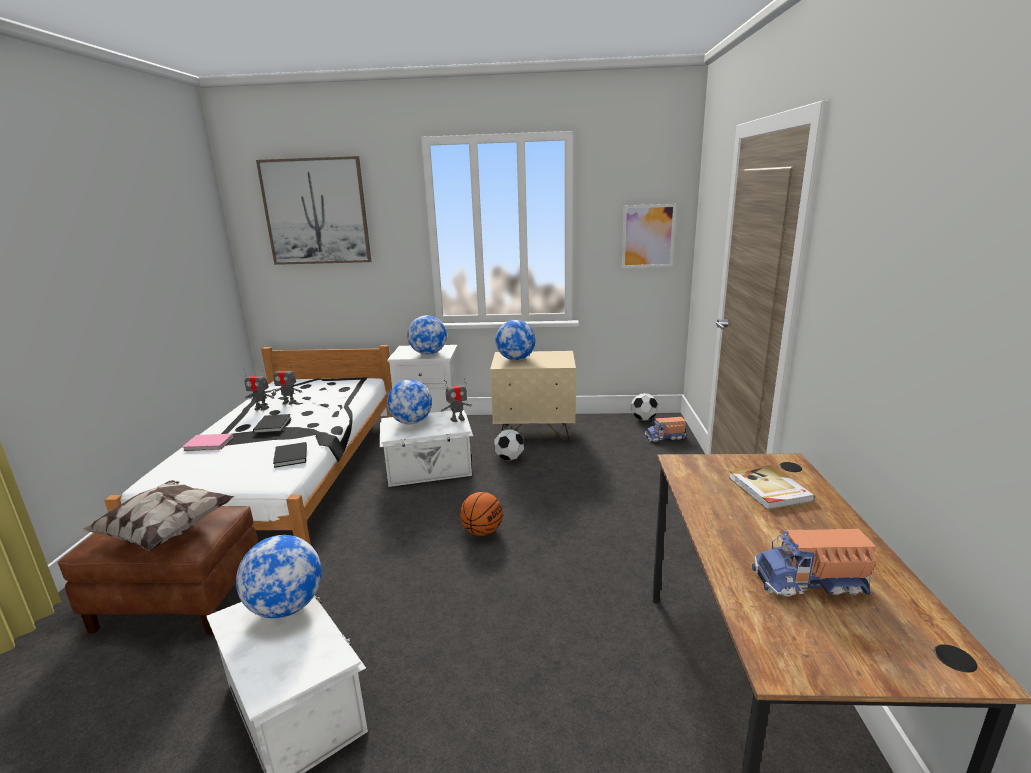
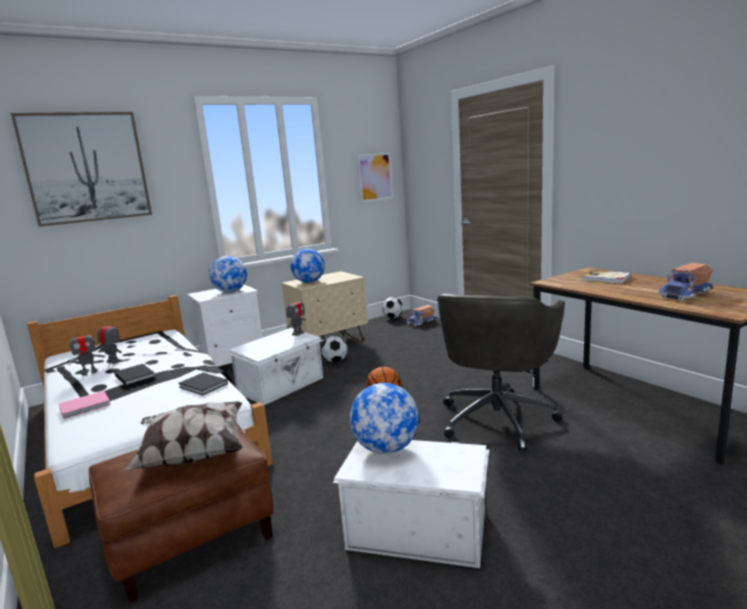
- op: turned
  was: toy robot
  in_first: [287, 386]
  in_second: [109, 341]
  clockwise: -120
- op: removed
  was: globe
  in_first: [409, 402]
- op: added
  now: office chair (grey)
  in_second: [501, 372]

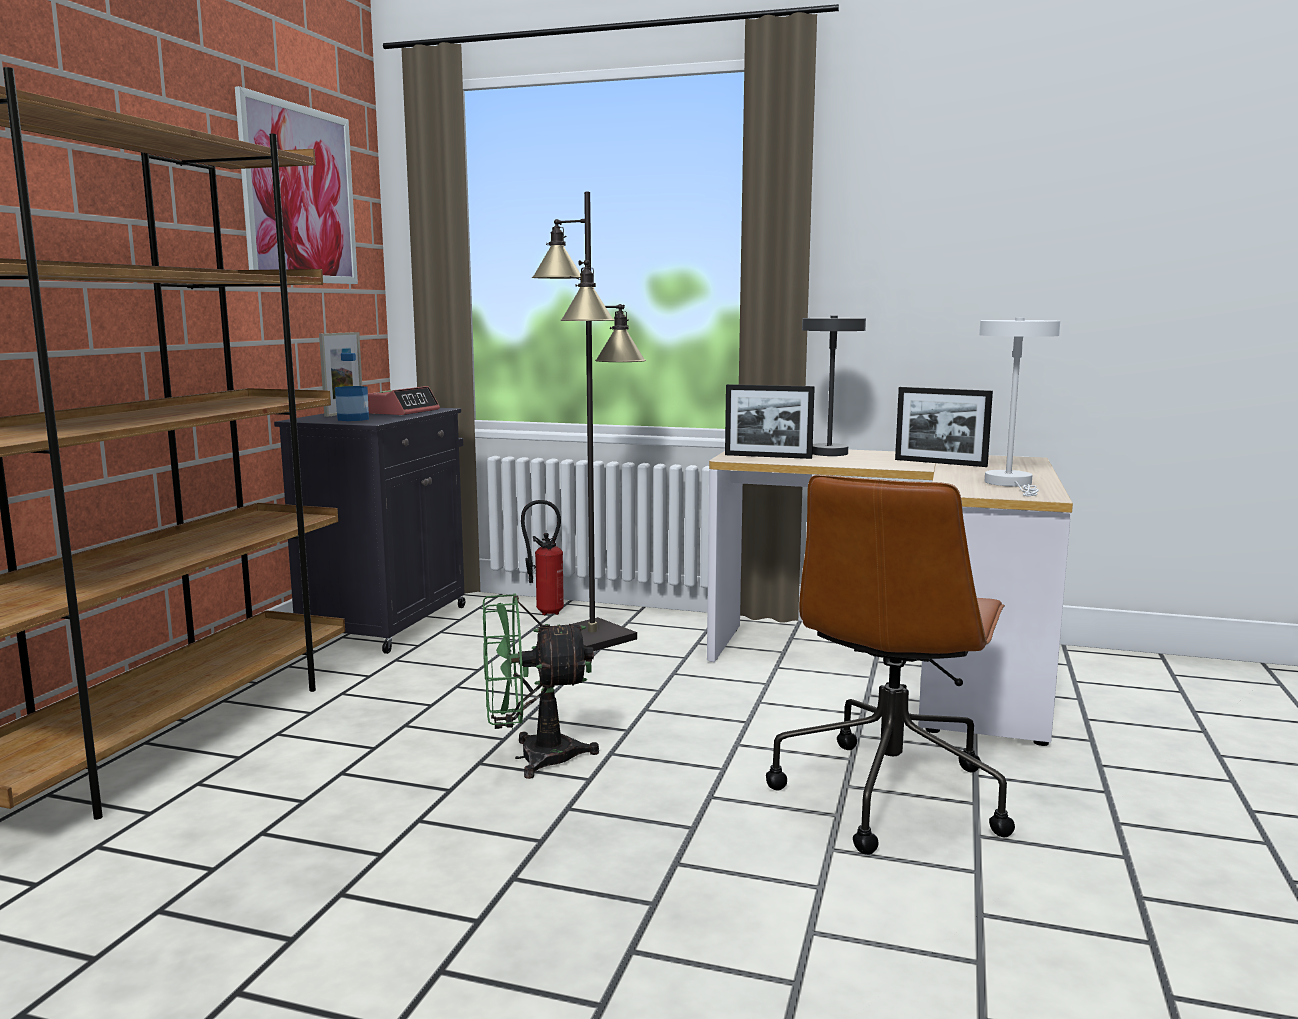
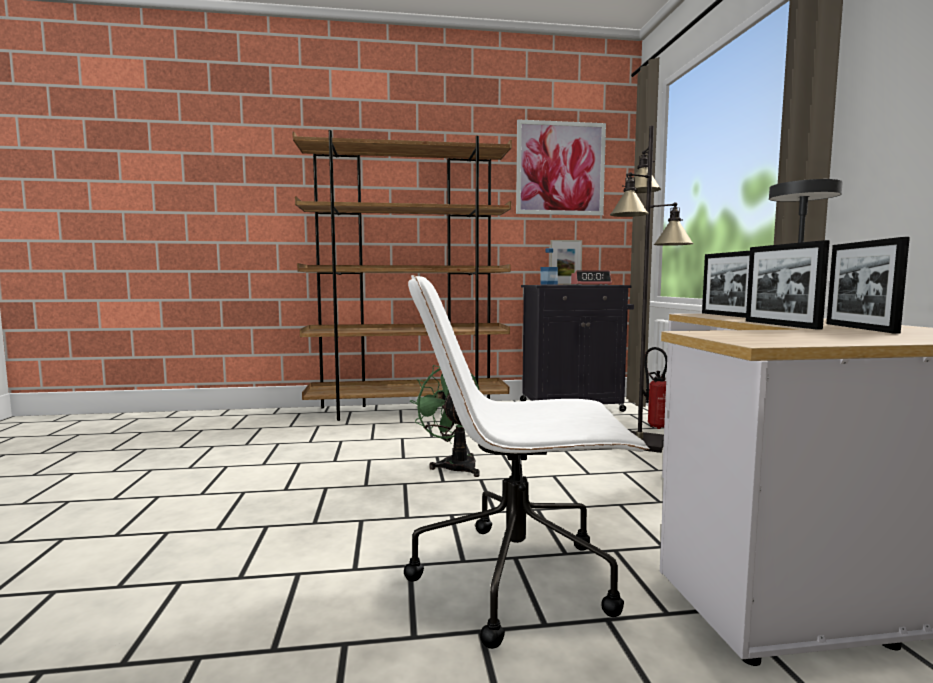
- op: recoloured
  was: office chair (brown)
  now: office chair (white)
  in_first: [890, 665]
  in_second: [527, 462]
- op: removed
  was: table lamp (white)
  in_first: [1019, 407]
- op: added
  now: picture frame
  in_second: [788, 285]

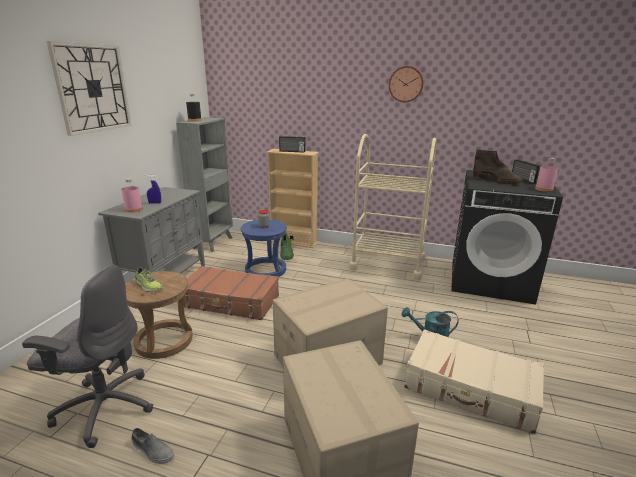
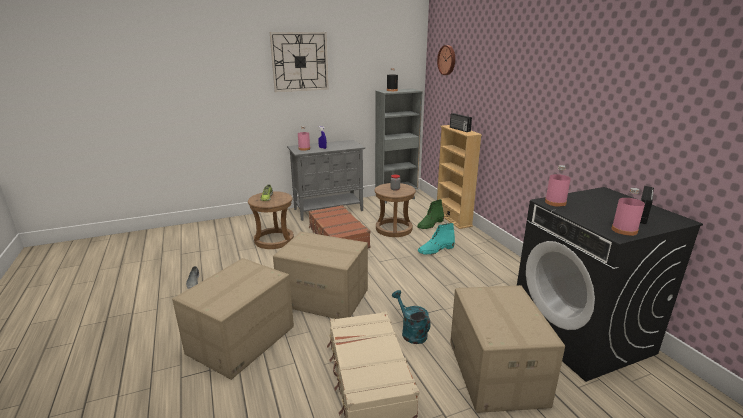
- op: removed
  was: office chair (grey)
  in_first: [87, 356]
- op: recoloured
  was: stool (blue)
  now: stool (brown)
  in_first: [264, 248]
  in_second: [395, 210]
- op: removed
  was: cart (beige)
  in_first: [392, 207]
- op: moved
  was: wall clock
  in_first: [406, 84]
  in_second: [446, 60]
- op: removed
  was: boot (brown)
  in_first: [498, 166]
- op: added
  now: boot (turquoise)
  in_second: [436, 238]
- op: added
  now: cardboard box
  in_second: [507, 349]
- op: added
  now: bottle (pink)
  in_second: [558, 186]

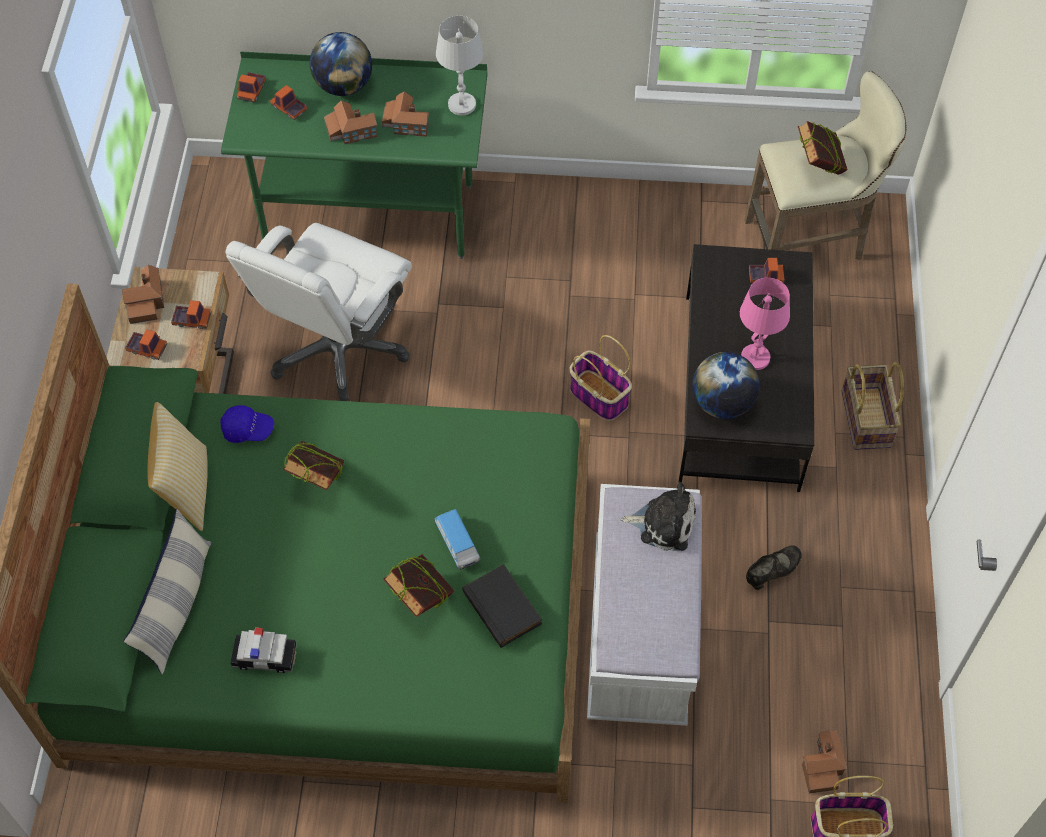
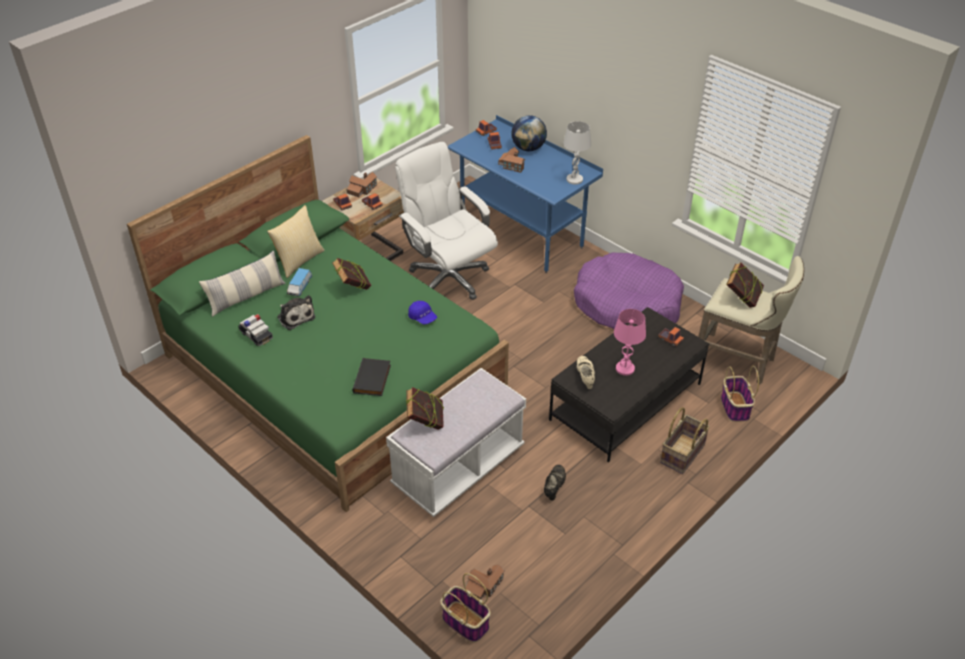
- op: recoloured
  was: desk (green)
  now: desk (blue)
  in_first: [354, 155]
  in_second: [525, 194]
- op: moved
  was: cap (blue)
  in_first: [247, 424]
  in_second: [422, 313]
- op: turned
  was: office chair (white)
  in_first: [319, 312]
  in_second: [446, 221]
  clockwise: 75
- op: removed
  was: toy house
  in_first: [405, 114]
- op: moved
  was: book
  in_first: [418, 585]
  in_second: [425, 408]
- op: moved
  was: toy car
  in_first: [457, 539]
  in_second: [299, 282]
- op: moved
  was: basket
  in_first: [600, 378]
  in_second: [740, 394]
- op: moved
  was: plush toy
  in_first: [658, 516]
  in_second: [296, 312]
- op: replaced
  was: globe
  now: shoe (beige)
  in_first: [726, 385]
  in_second: [586, 372]
- op: turned
  was: shoe (black)
  in_first: [774, 567]
  in_second: [555, 483]
  clockwise: -75
- op: added
  now: dog bed (purple)
  in_second: [629, 291]

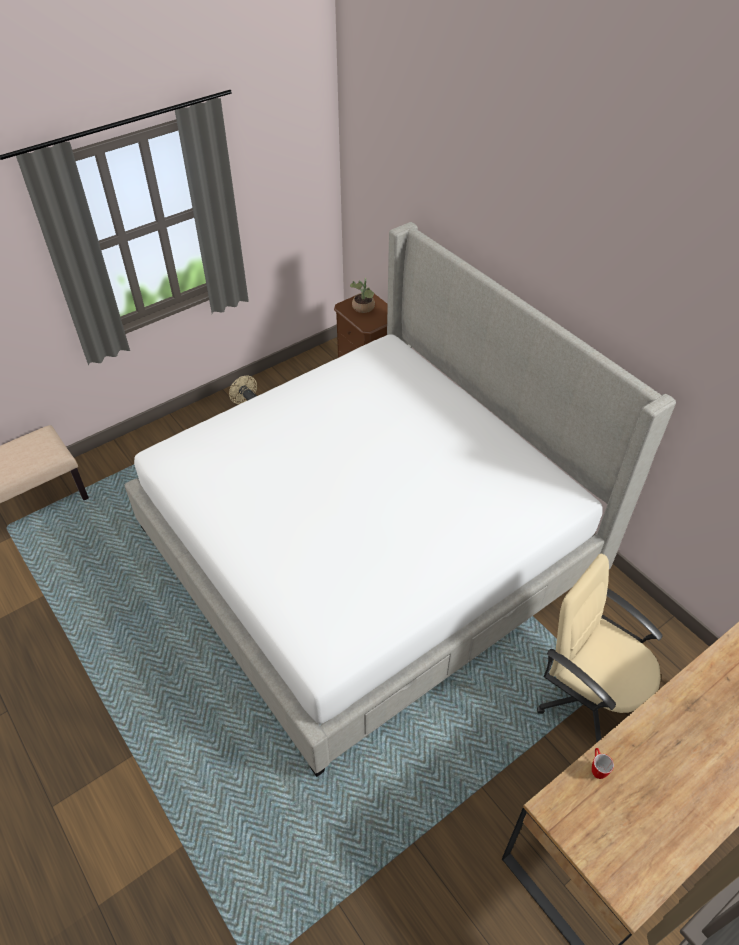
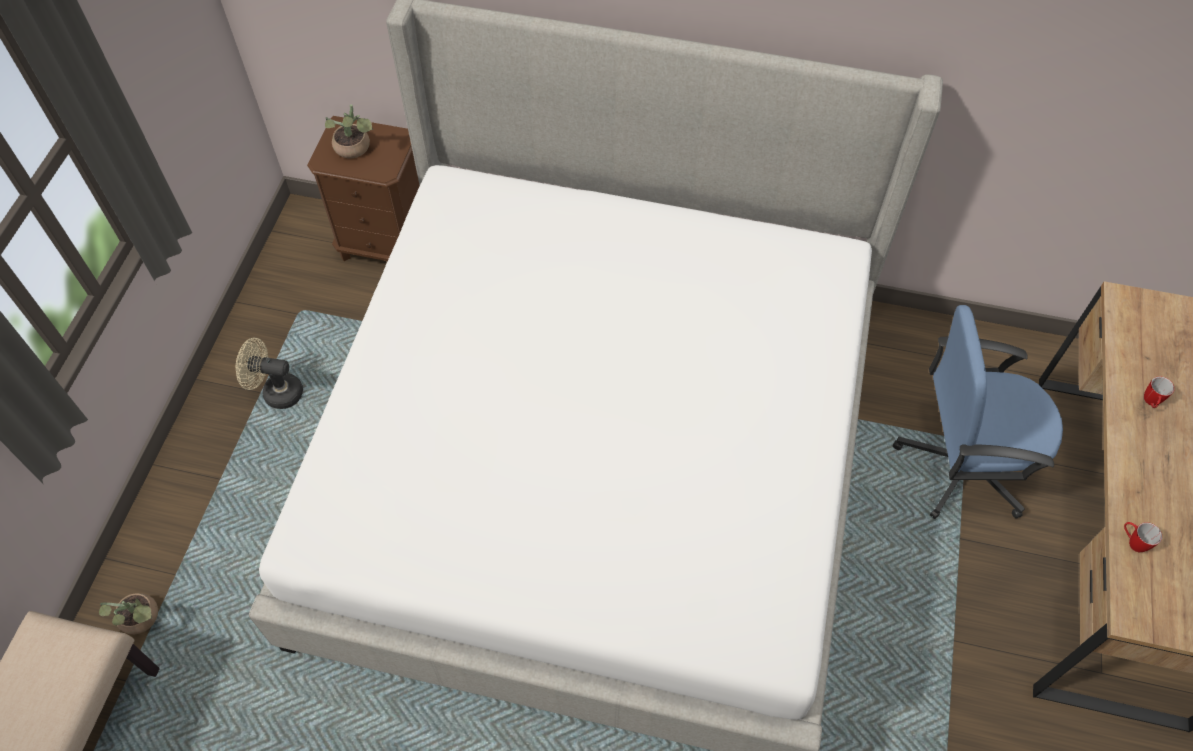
- op: recoloured
  was: office chair (beige)
  now: office chair (blue)
  in_first: [599, 648]
  in_second: [978, 412]
- op: added
  now: potted plant
  in_second: [128, 613]
- op: added
  now: mug
  in_second: [1159, 392]

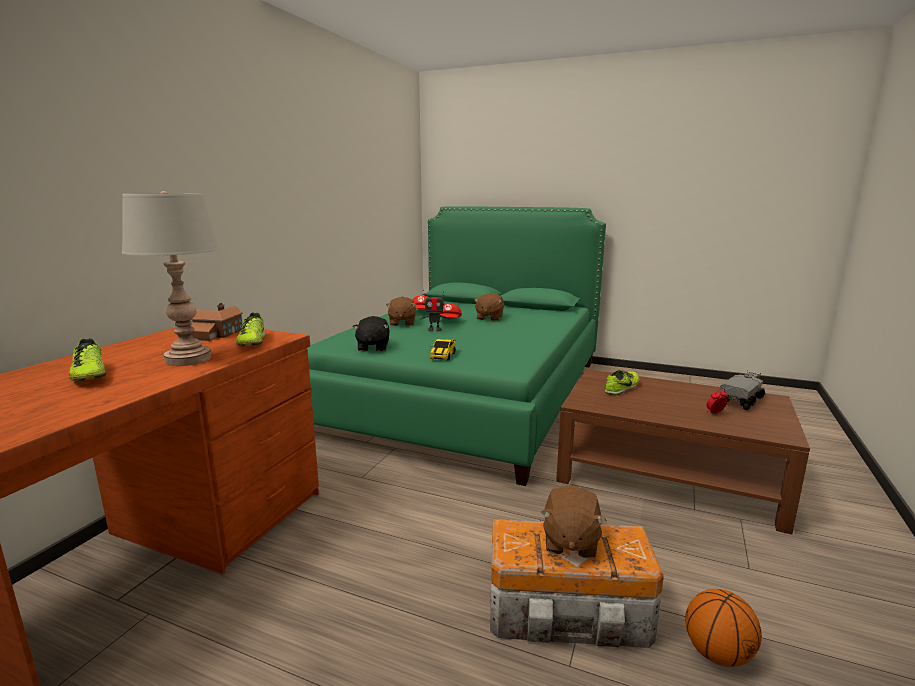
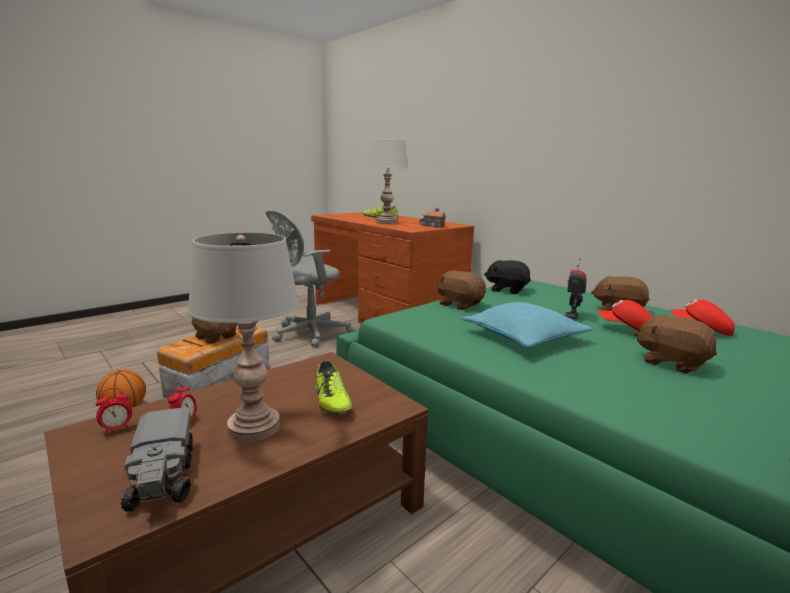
- op: removed
  was: shoe
  in_first: [251, 329]
- op: replaced
  was: toy car
  now: plush toy (brown)
  in_first: [443, 349]
  in_second: [461, 290]
- op: added
  now: alarm clock
  in_second: [114, 412]
- op: added
  now: table lamp (grey)
  in_second: [243, 338]
- op: added
  now: office chair (grey)
  in_second: [311, 279]
- op: added
  now: pillow (turquoise)
  in_second: [527, 325]

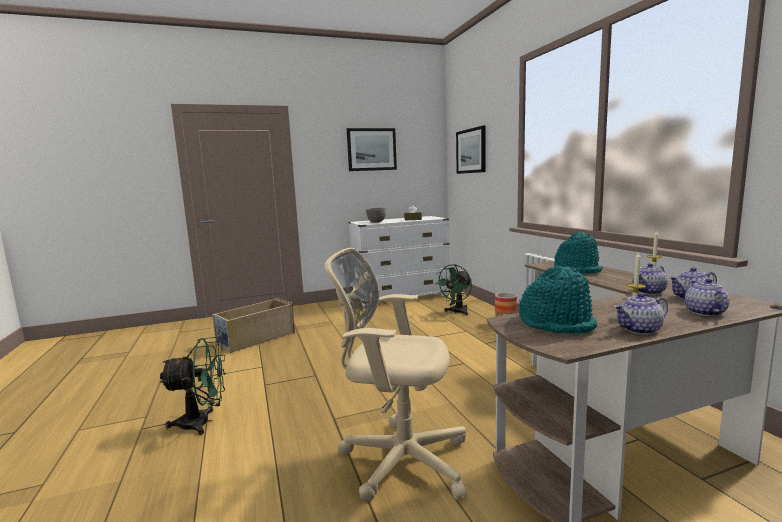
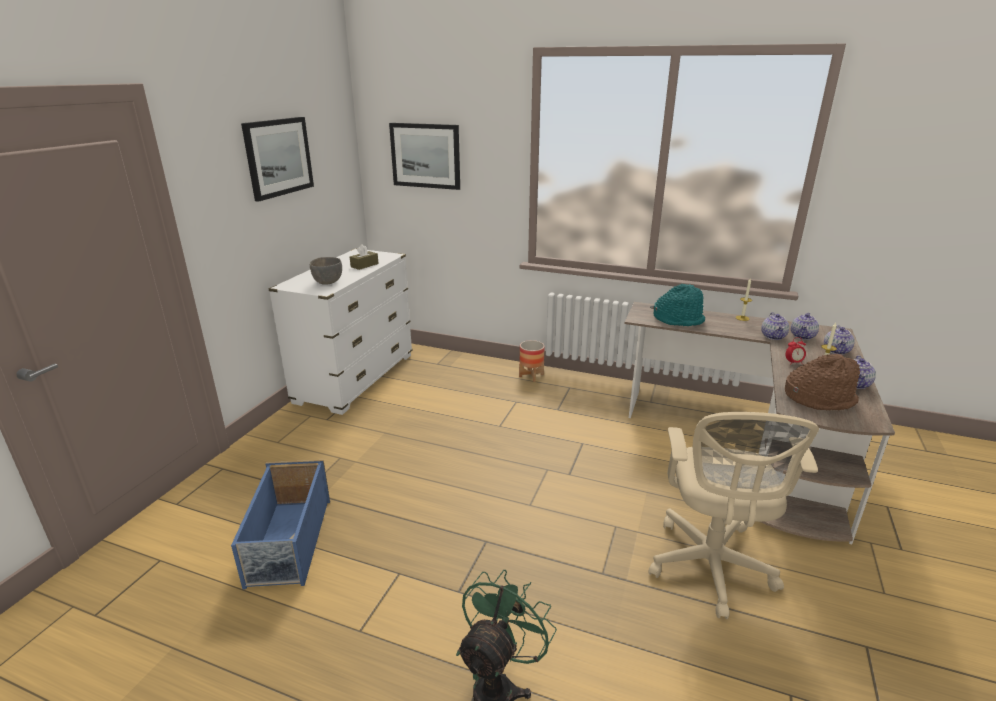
- op: recoloured
  was: storage box (beige)
  now: storage box (blue)
  in_first: [253, 325]
  in_second: [280, 525]
- op: turned
  was: office chair (beige)
  in_first: [395, 375]
  in_second: [734, 515]
  clockwise: -45
- op: removed
  was: fan (green)
  in_first: [453, 289]
- op: recoloured
  was: hat (turquoise)
  now: hat (brown)
  in_first: [558, 299]
  in_second: [822, 382]
- op: turned
  was: teapot
  in_first: [707, 297]
  in_second: [839, 340]
  clockwise: -120
- op: added
  now: alarm clock
  in_second: [795, 351]

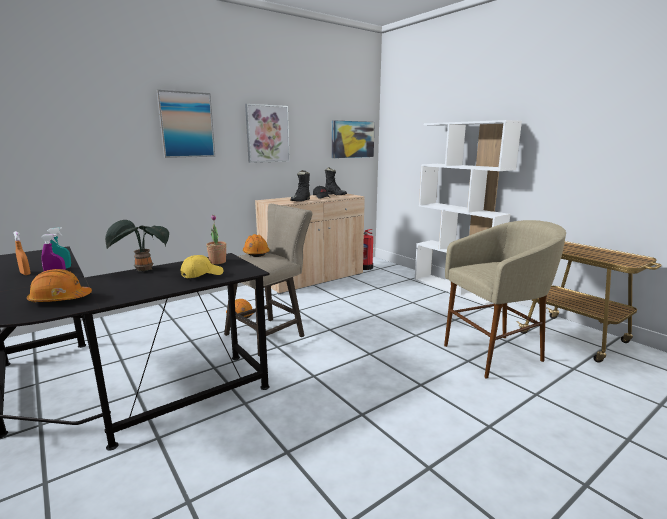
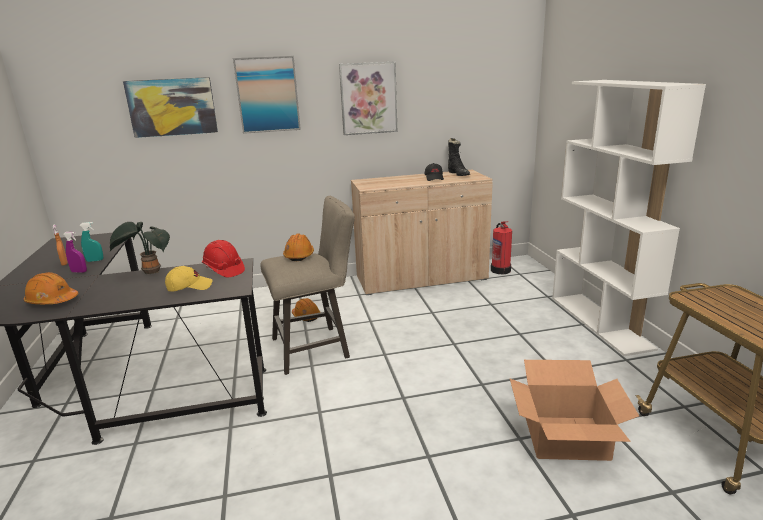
- op: replaced
  was: potted plant
  now: hard hat (red)
  in_first: [216, 239]
  in_second: [223, 258]
- op: removed
  was: boot (black)
  in_first: [300, 186]
- op: moved
  was: picture
  in_first: [353, 139]
  in_second: [170, 107]
- op: replaced
  was: stool (beige)
  now: cardboard box
  in_first: [505, 299]
  in_second: [574, 410]

